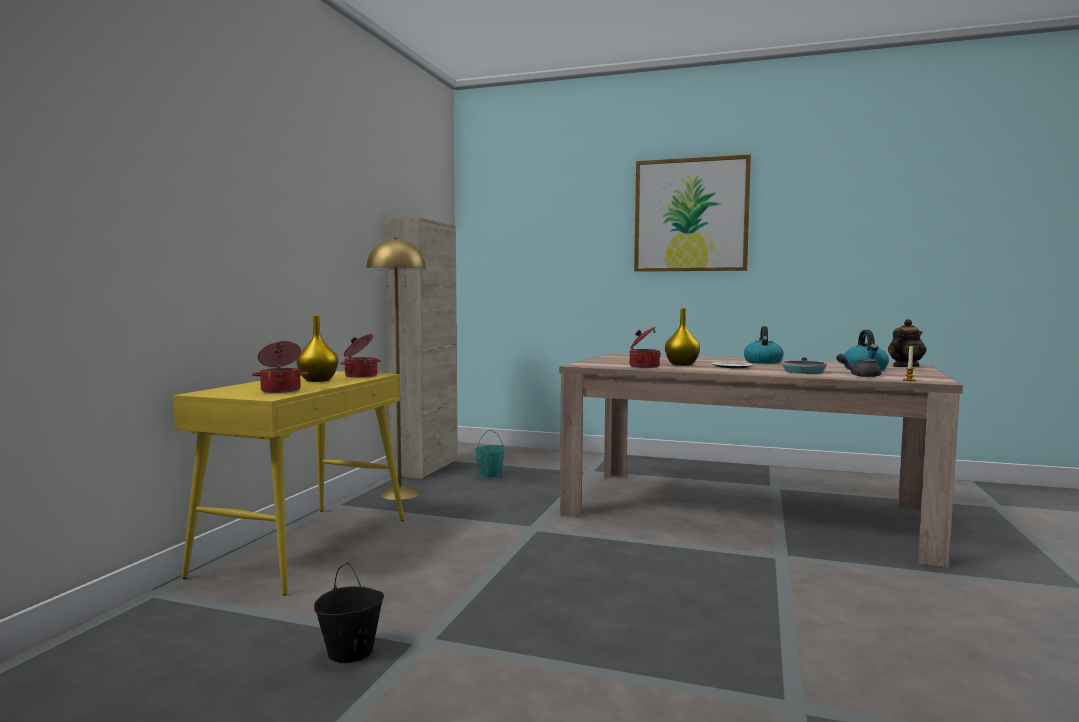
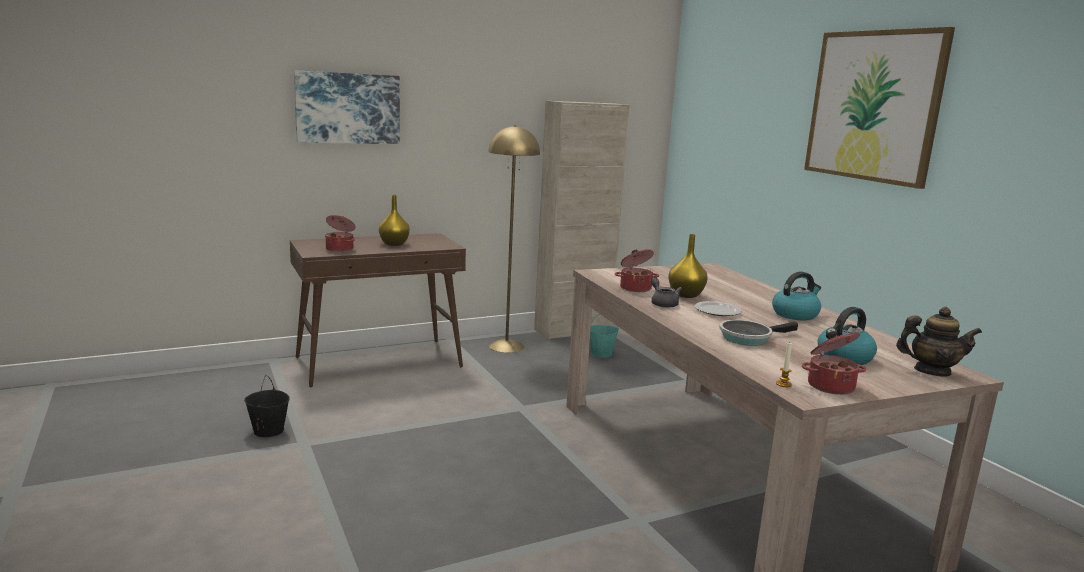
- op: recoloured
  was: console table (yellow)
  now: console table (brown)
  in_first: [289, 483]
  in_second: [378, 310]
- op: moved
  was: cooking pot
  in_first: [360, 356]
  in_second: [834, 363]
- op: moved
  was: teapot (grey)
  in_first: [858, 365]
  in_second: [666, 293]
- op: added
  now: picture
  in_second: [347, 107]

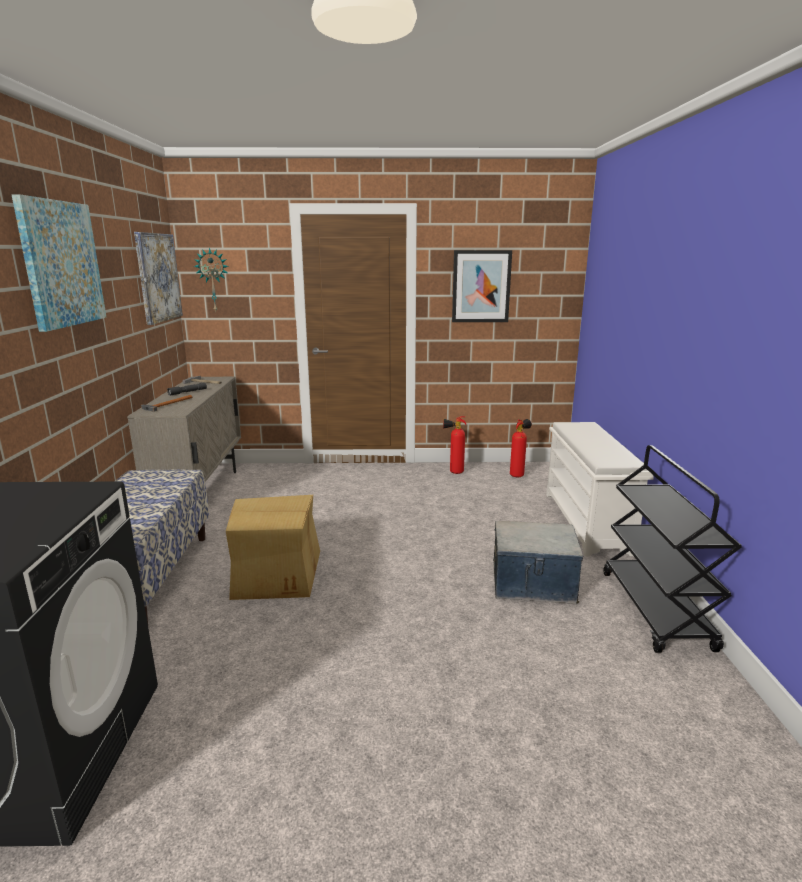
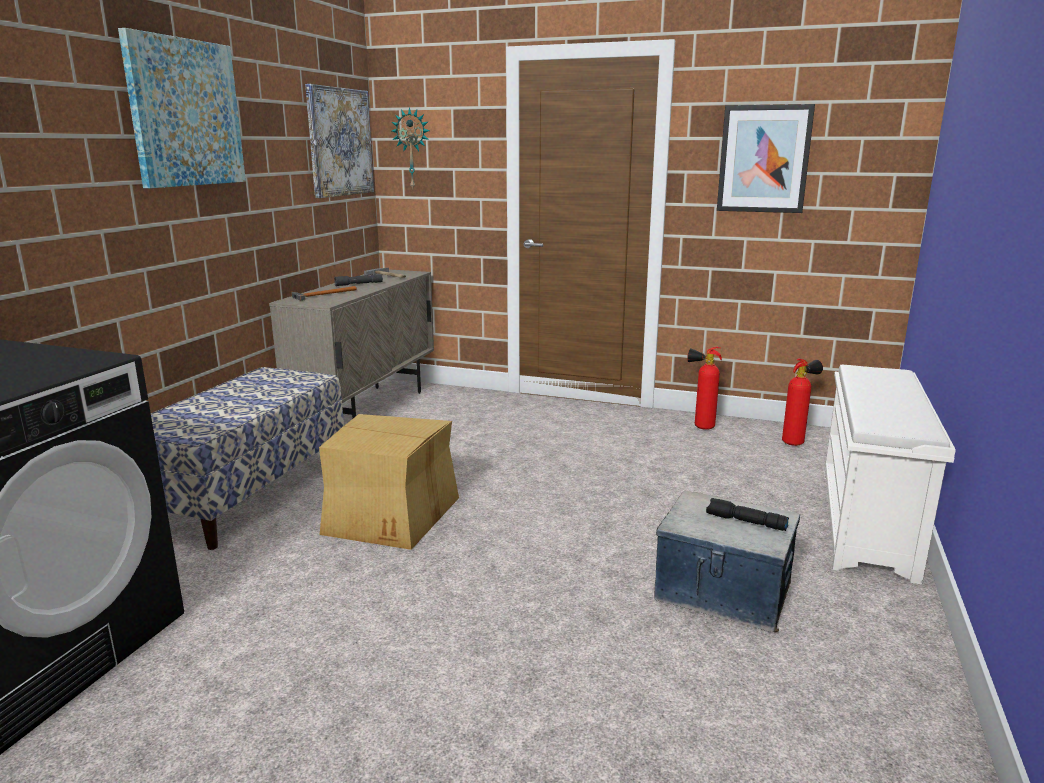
- op: removed
  was: cart (black)
  in_first: [672, 549]
- op: added
  now: flashlight (black)
  in_second: [747, 514]

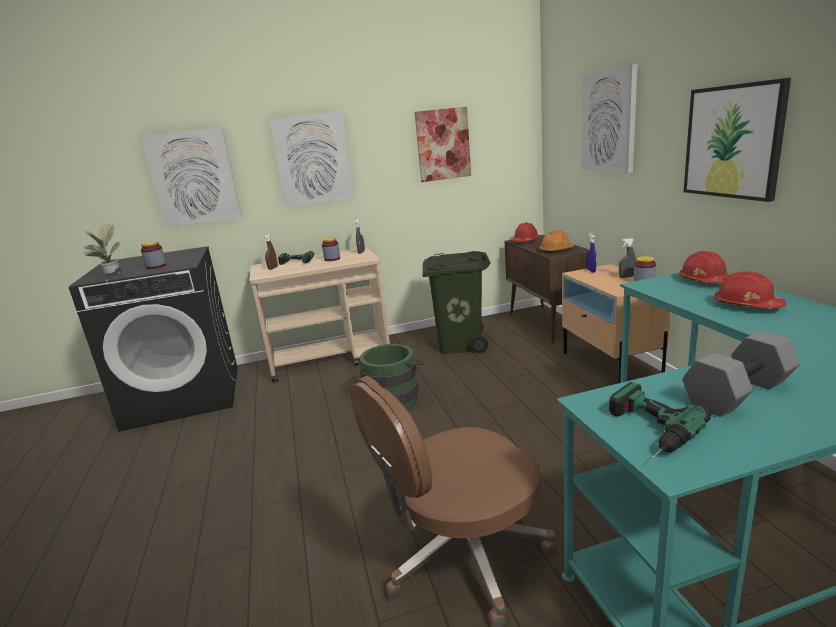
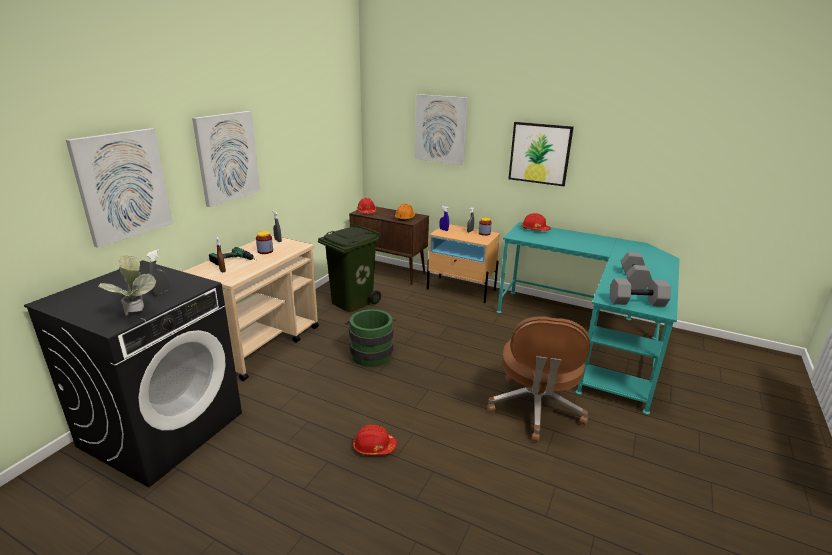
- op: replaced
  was: jar
  now: spray bottle (grey)
  in_first: [154, 255]
  in_second: [157, 272]
- op: removed
  was: picture
  in_first: [443, 144]
- op: replaced
  was: power drill
  now: dumbbell (grey)
  in_first: [660, 420]
  in_second: [640, 292]
- op: moved
  was: hard hat (red)
  in_first: [750, 290]
  in_second: [375, 440]

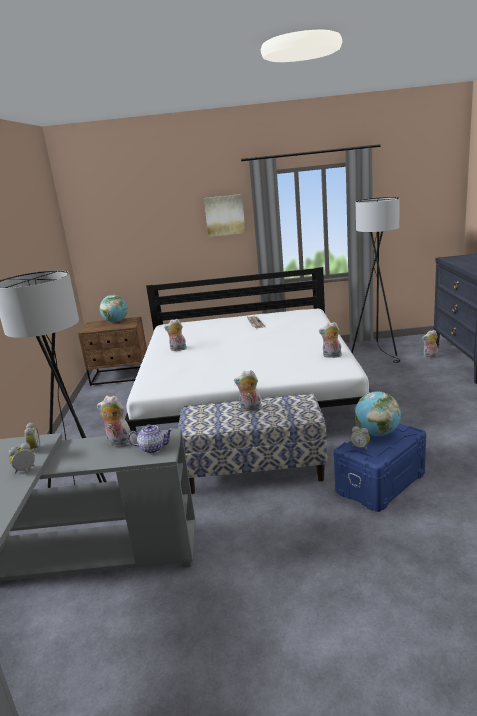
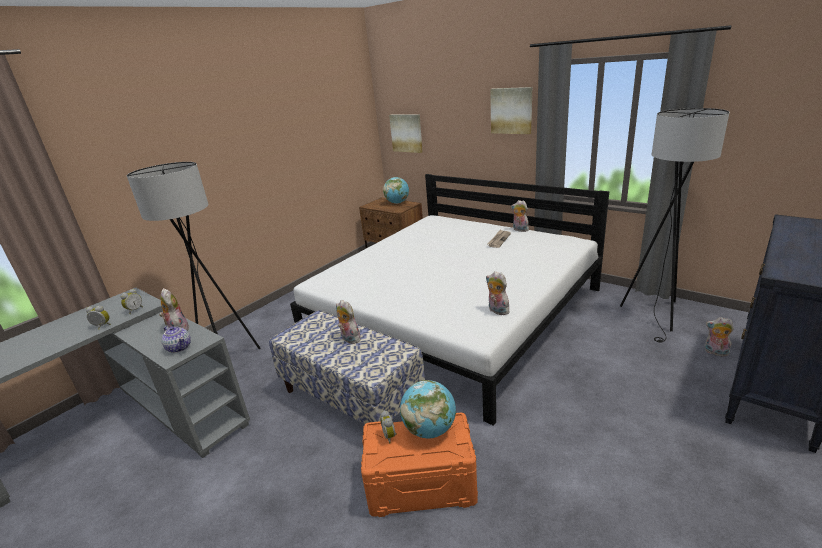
- op: moved
  was: plush toy
  in_first: [175, 335]
  in_second: [520, 216]
- op: recoloured
  was: storage box (blue)
  now: storage box (orange)
  in_first: [380, 468]
  in_second: [419, 465]
- op: added
  now: picture
  in_second: [406, 133]

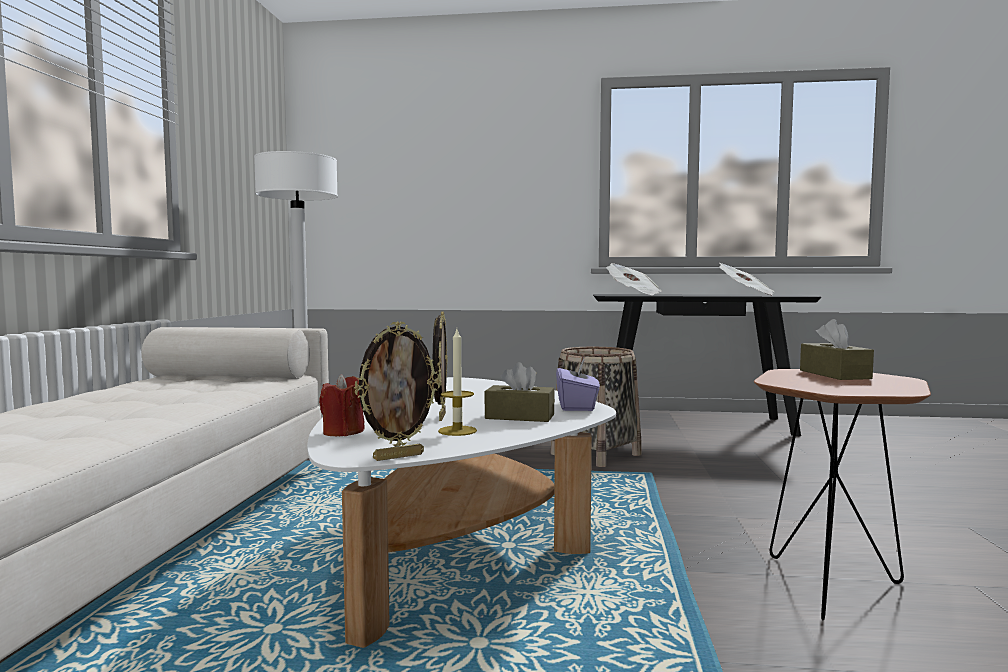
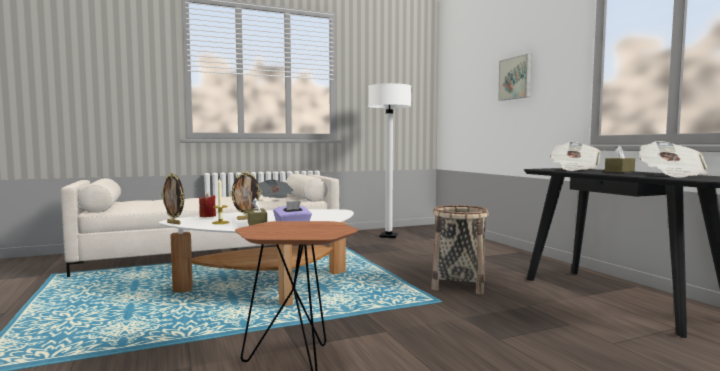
- op: moved
  was: tissue box (brown)
  in_first: [837, 349]
  in_second: [620, 159]
- op: added
  now: newspaper
  in_second: [275, 189]
- op: added
  now: picture
  in_second: [515, 77]

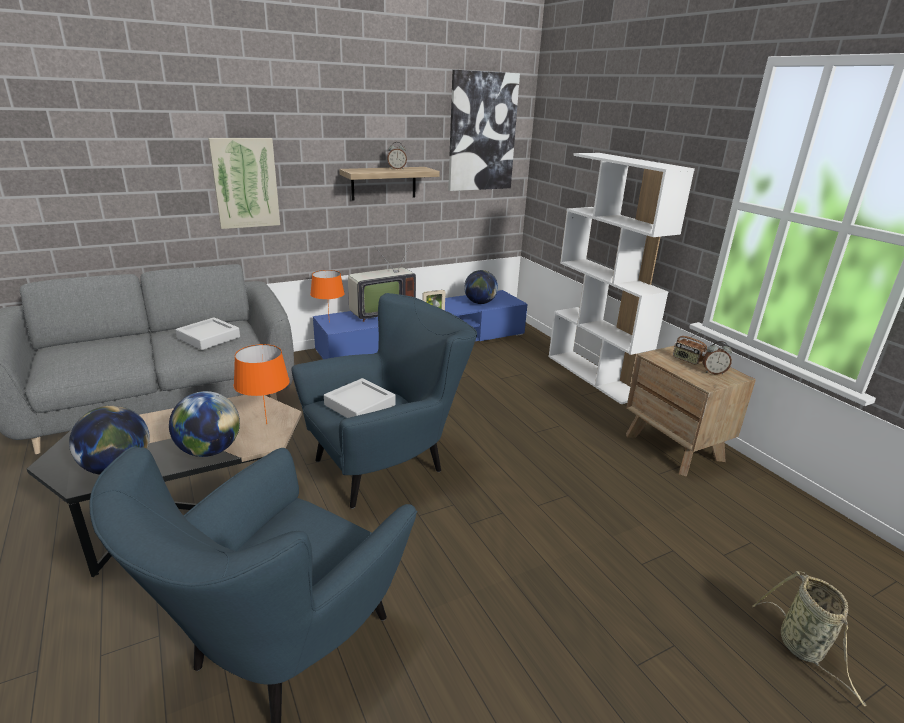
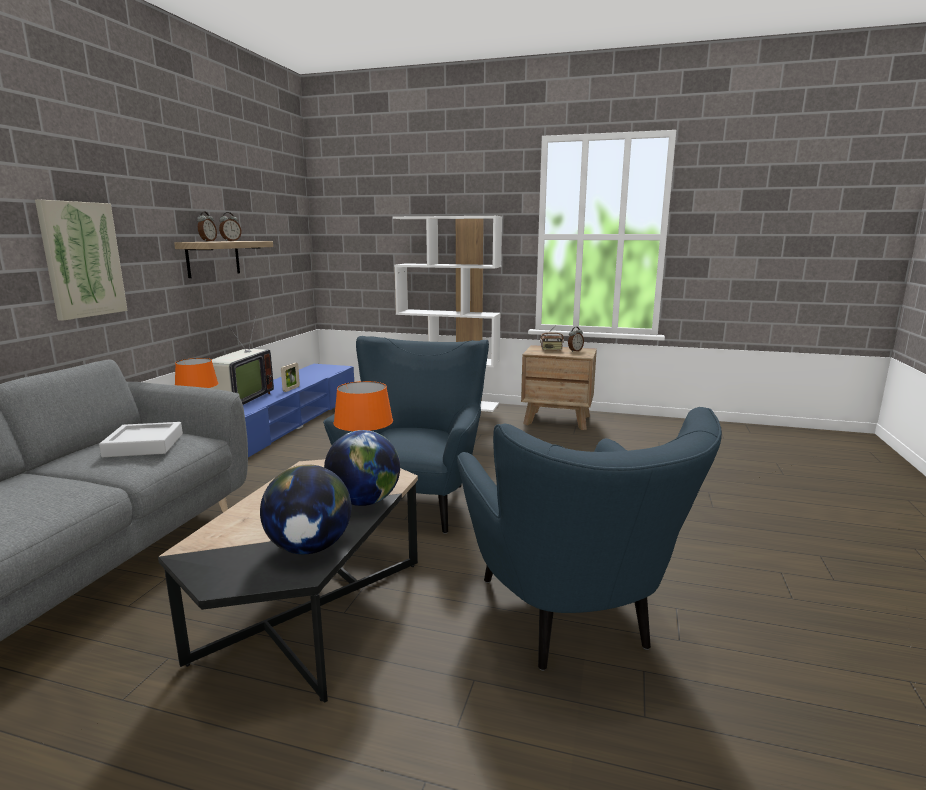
- op: removed
  was: tray (grey)
  in_first: [360, 398]
- op: removed
  was: picture
  in_first: [484, 130]
- op: removed
  was: globe
  in_first: [481, 287]
- op: removed
  was: basket
  in_first: [809, 638]
- op: added
  now: alarm clock
  in_second: [207, 226]

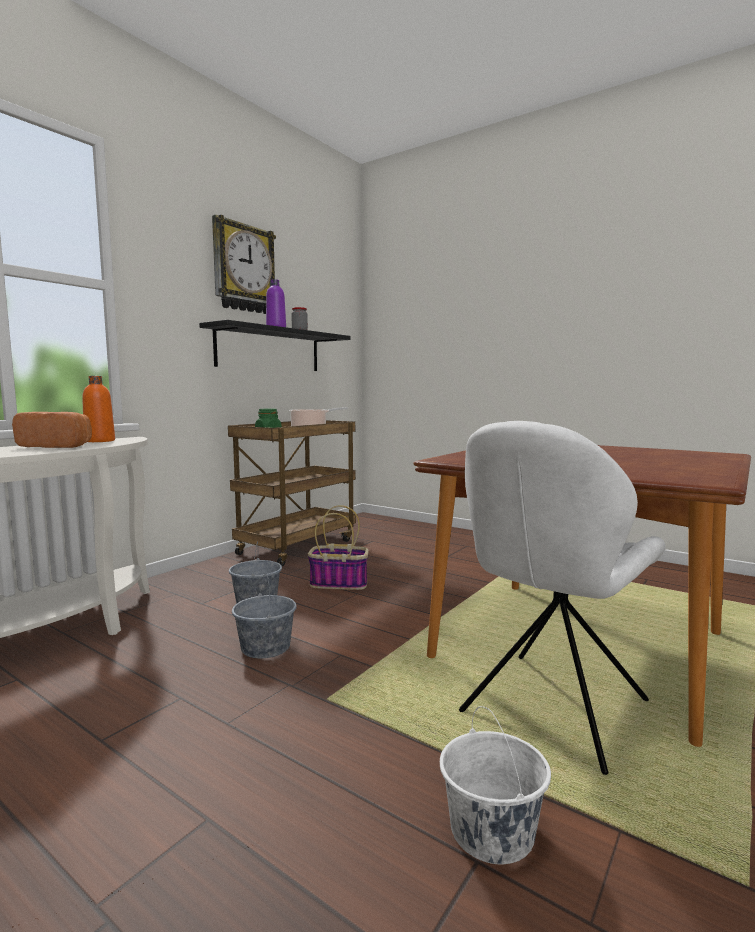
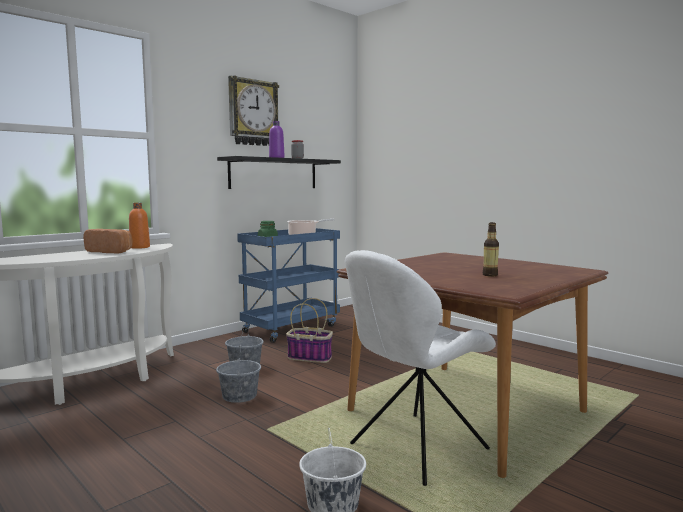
- op: recoloured
  was: cart (brown)
  now: cart (blue)
  in_first: [292, 493]
  in_second: [288, 285]
- op: added
  now: bottle
  in_second: [491, 249]

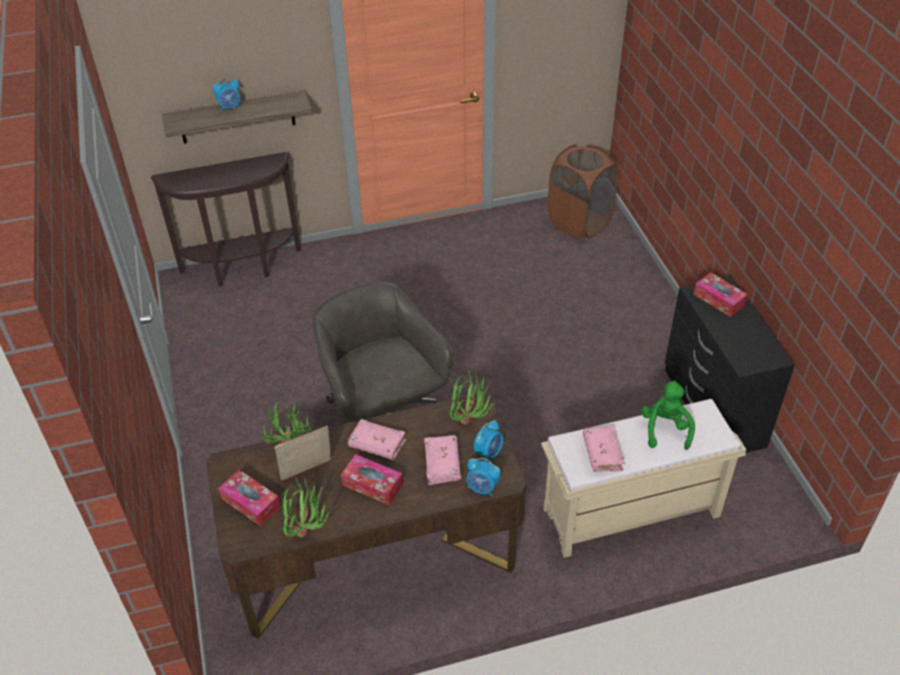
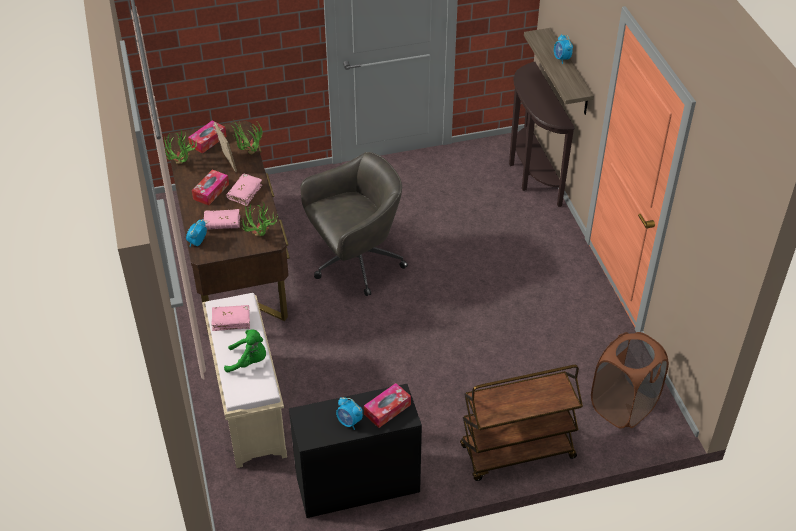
- op: moved
  was: alarm clock
  in_first: [488, 441]
  in_second: [349, 413]
- op: added
  now: cart (brown)
  in_second: [521, 423]

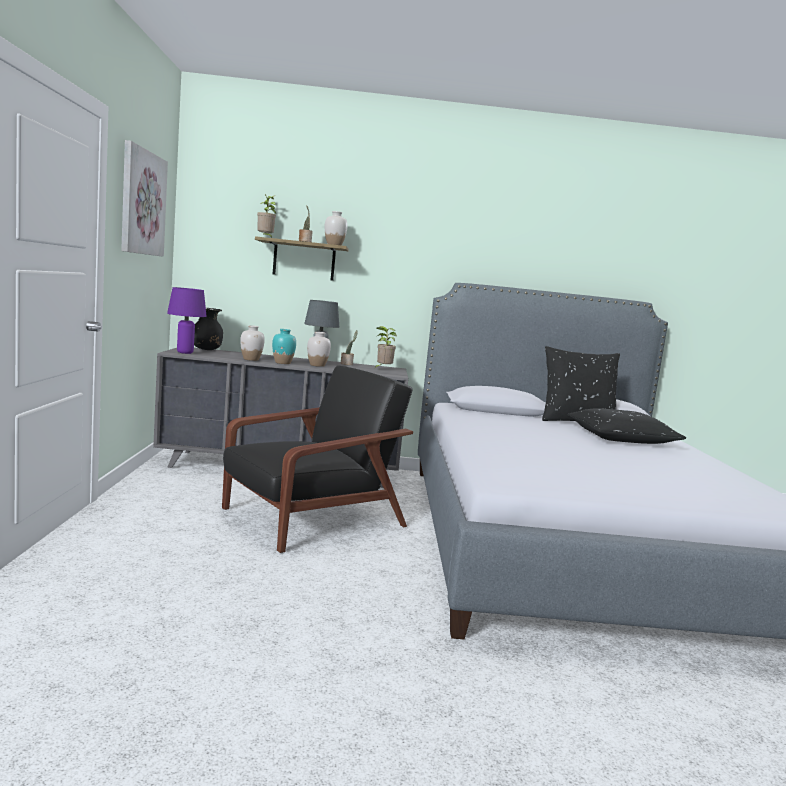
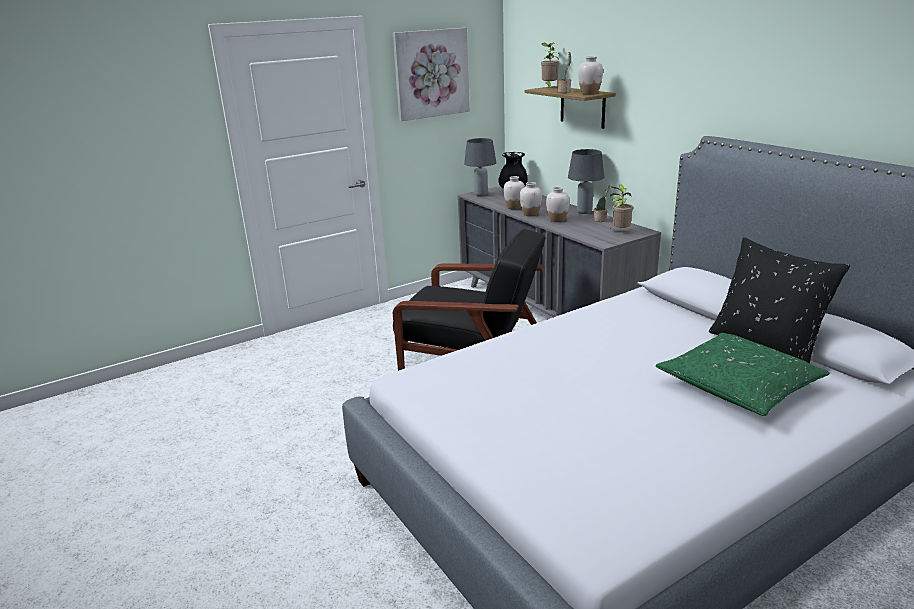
- op: recoloured
  was: table lamp (purple)
  now: table lamp (grey)
  in_first: [187, 320]
  in_second: [480, 167]
- op: recoloured
  was: vase (turquoise)
  now: vase (white)
  in_first: [284, 346]
  in_second: [531, 199]
- op: recoloured
  was: pillow (black)
  now: pillow (green)
  in_first: [626, 426]
  in_second: [743, 374]

